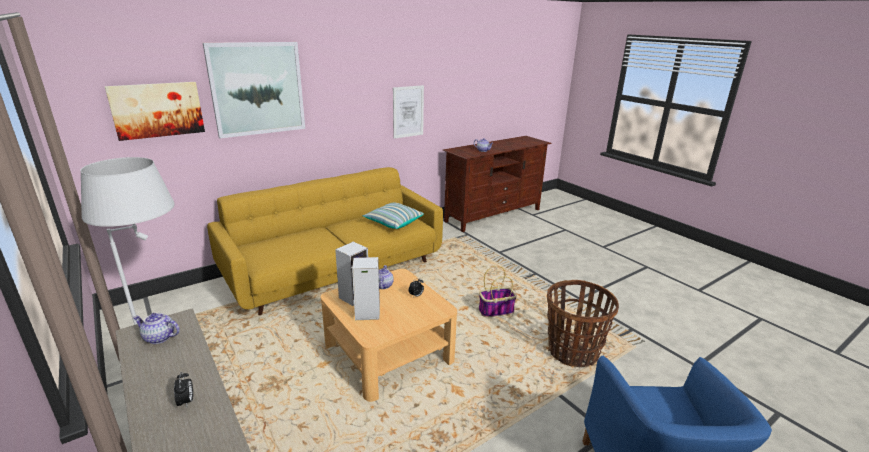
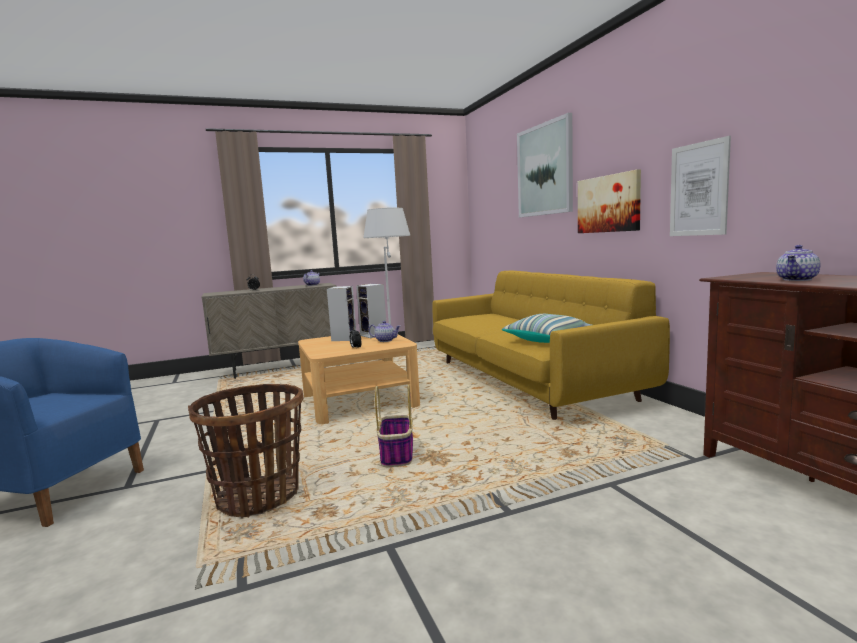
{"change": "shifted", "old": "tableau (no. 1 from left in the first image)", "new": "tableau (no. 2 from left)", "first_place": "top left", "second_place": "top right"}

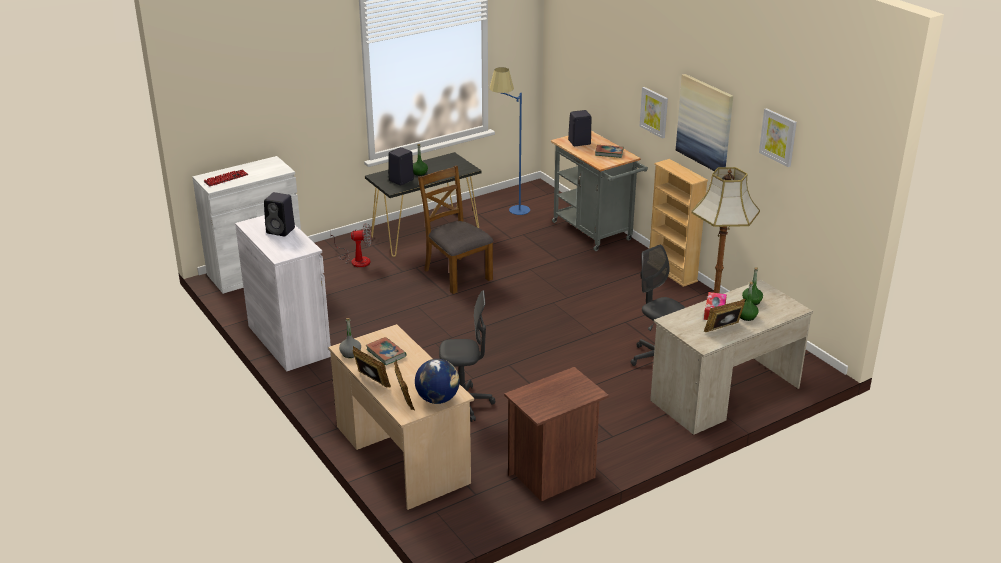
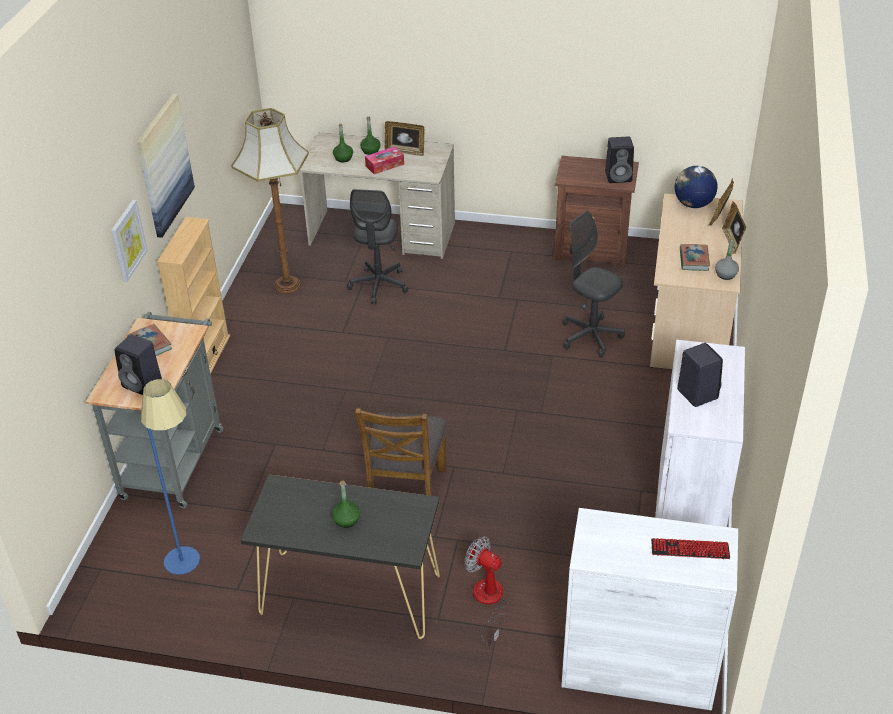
{"change": "shifted", "old": "enceinte/noir (no. 2 from left)", "first_place": "top centre", "second_place": "top right"}
{"change": "gone", "old": "tableau (no. 3 from left)", "first_place": "top right"}

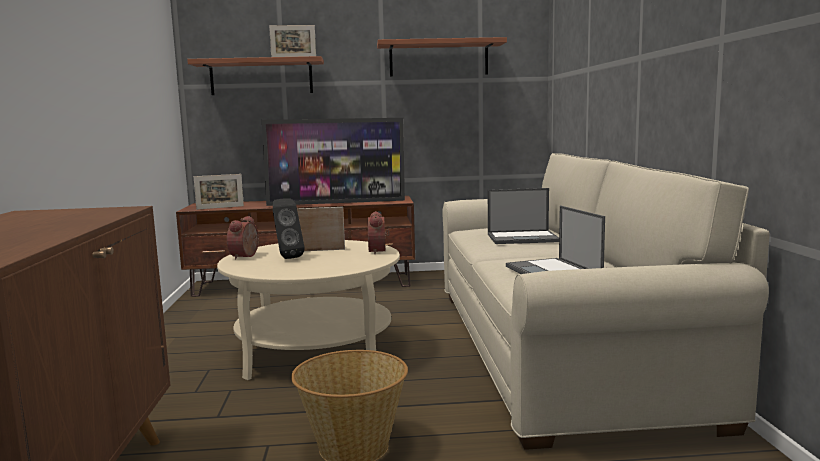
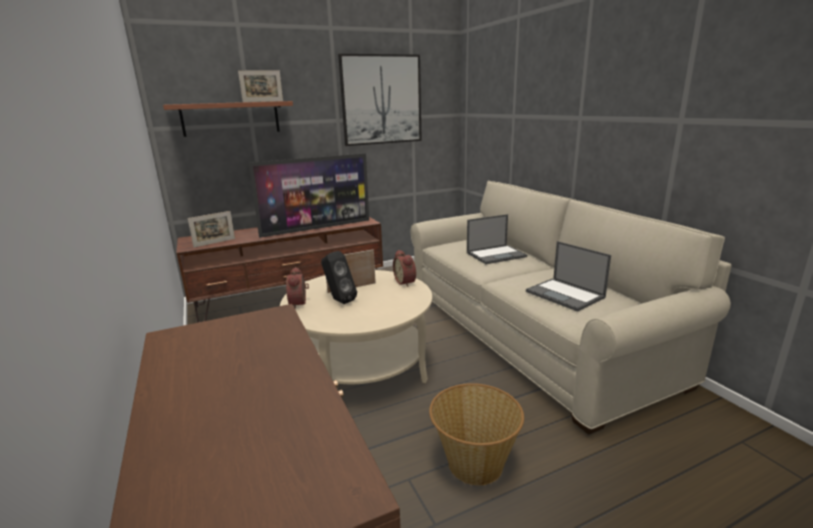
{"change": "swapped", "old": "étagère (no. 2 from left)", "new": "tableau", "first_place": "top centre", "second_place": "top centre"}

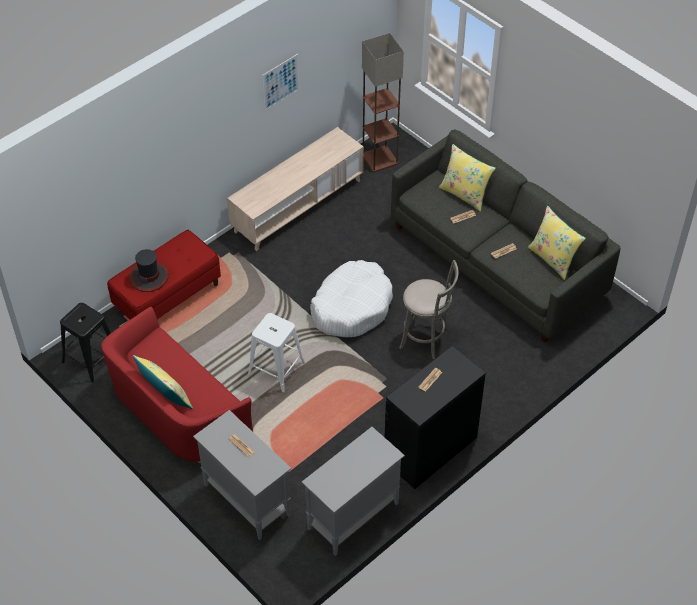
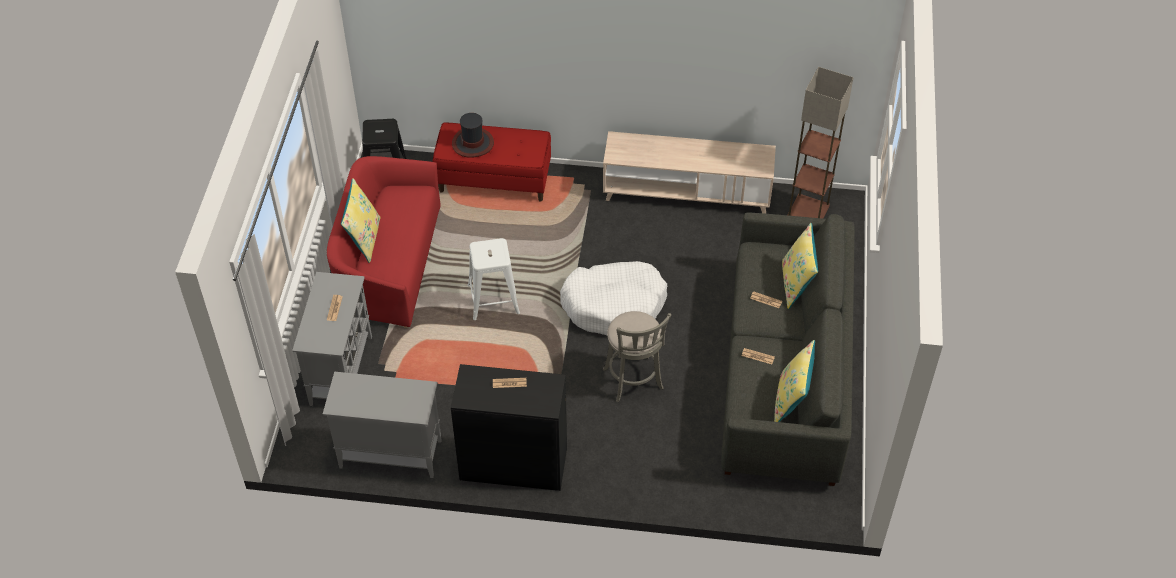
{"change": "gone", "old": "tableau", "first_place": "top centre"}

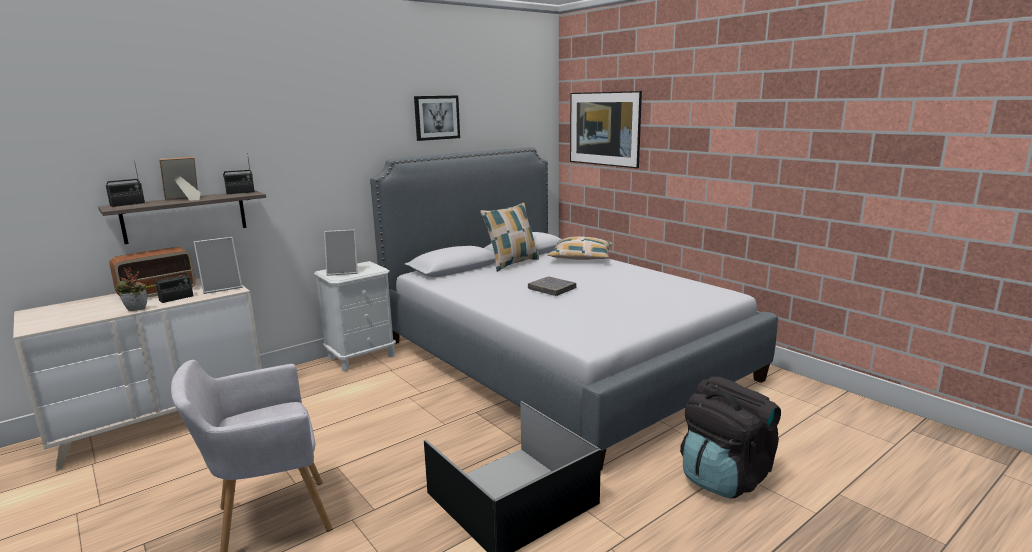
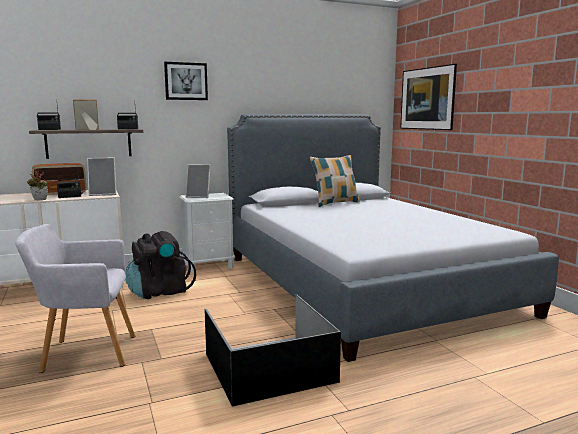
{"change": "shifted", "old": "tableau (no. 1 from left)", "first_place": "top centre", "second_place": "top left"}
{"change": "gone", "old": "livre/gris", "first_place": "centre"}
{"change": "gone", "old": "coussin (no. 2 from left)", "first_place": "centre"}
{"change": "shifted", "old": "sac à dos/noir", "first_place": "bottom right", "second_place": "middle left"}

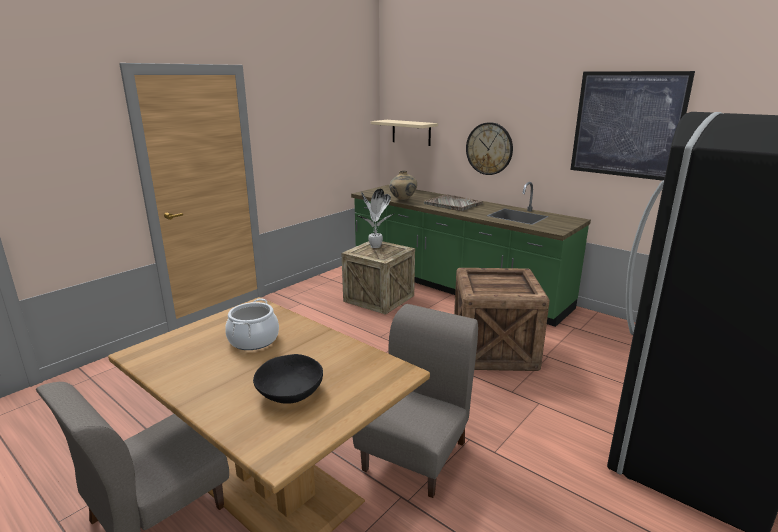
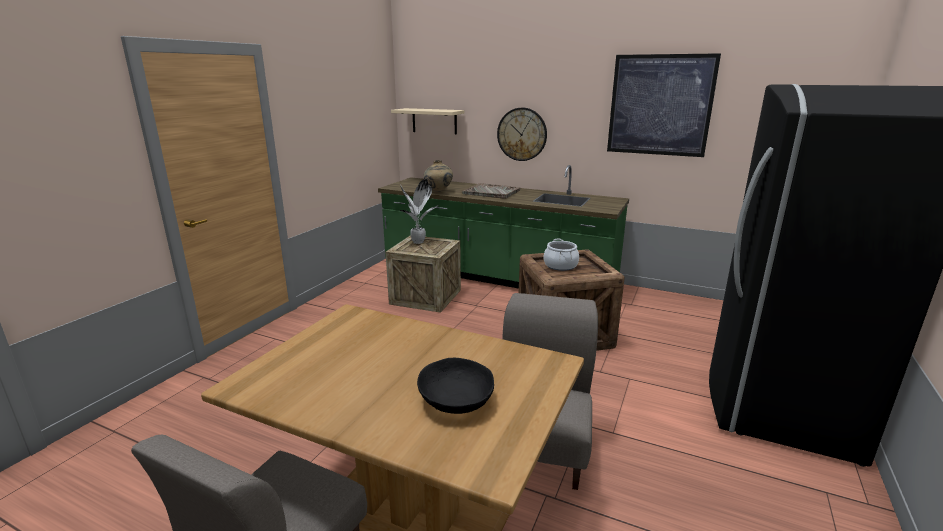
{"change": "shifted", "old": "marmite", "first_place": "middle left", "second_place": "centre"}

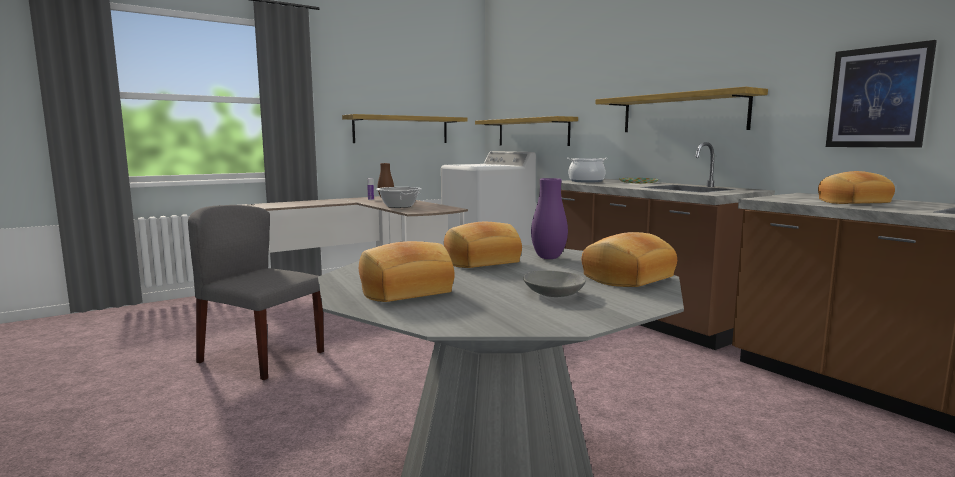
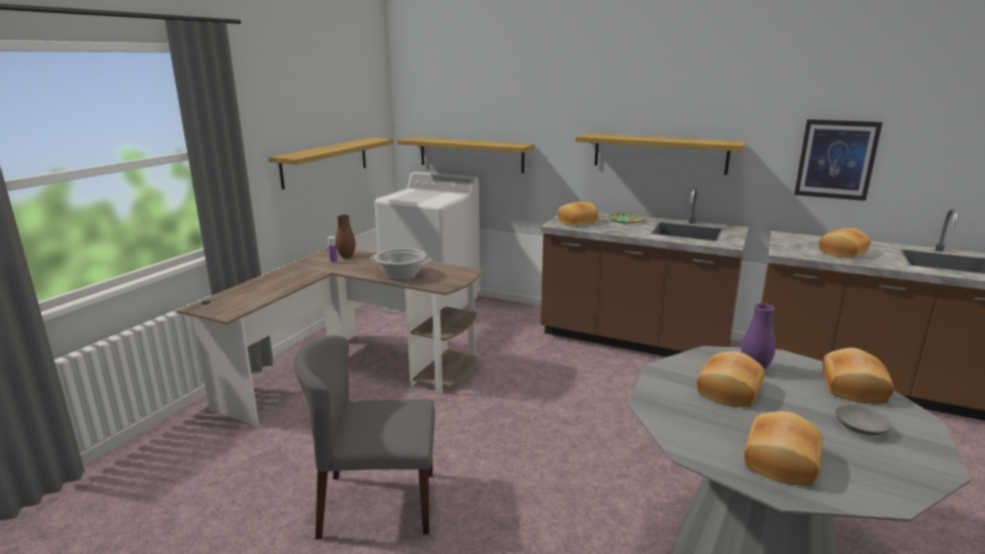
{"change": "swapped", "old": "marmite (no. 2 from left)", "new": "pain (no. 1 from left)", "first_place": "centre", "second_place": "centre"}

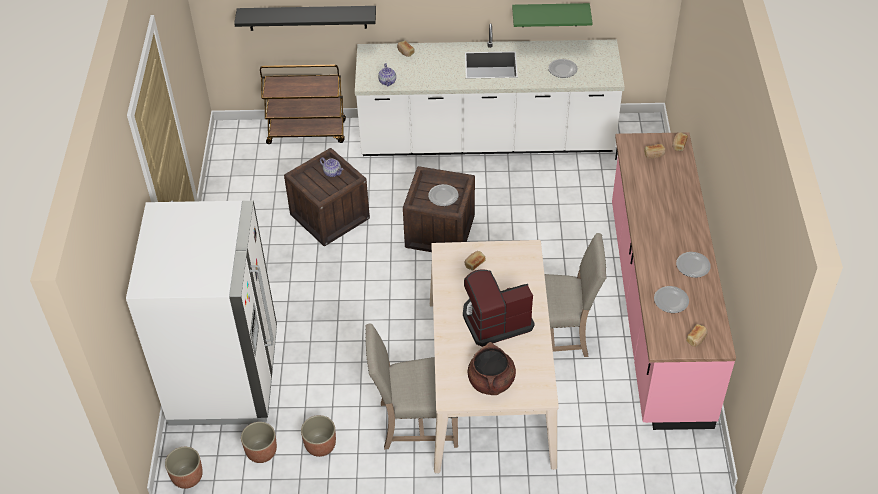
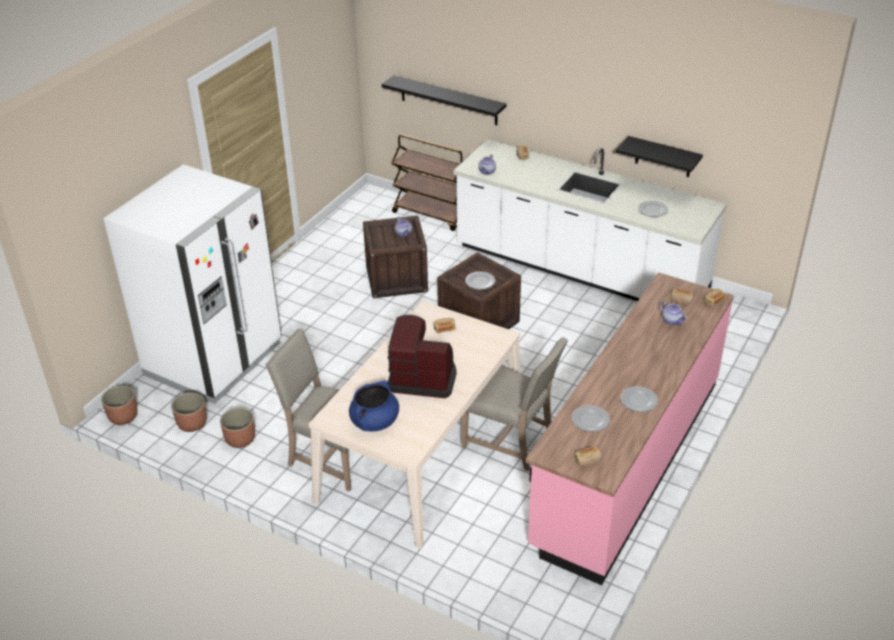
{"change": "repainted", "old": "marmite/marron", "new": "marmite/bleu", "first_place": "bottom centre", "second_place": "centre"}
{"change": "repainted", "old": "étagère/vert", "new": "étagère/noir (no. 2 from left)", "first_place": "top centre", "second_place": "top right"}
{"change": "new", "new": "théière (no. 3 from left)", "second_place": "middle right"}

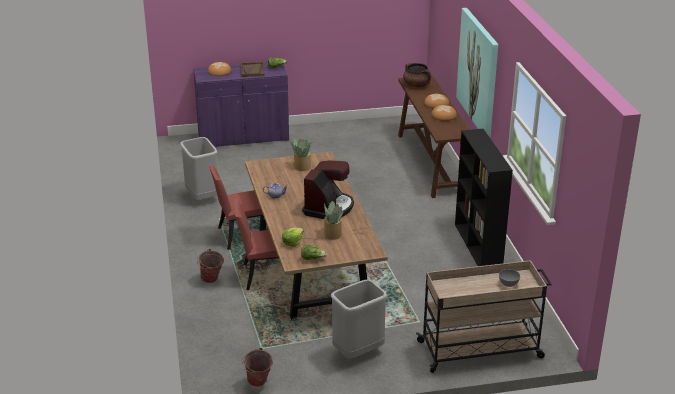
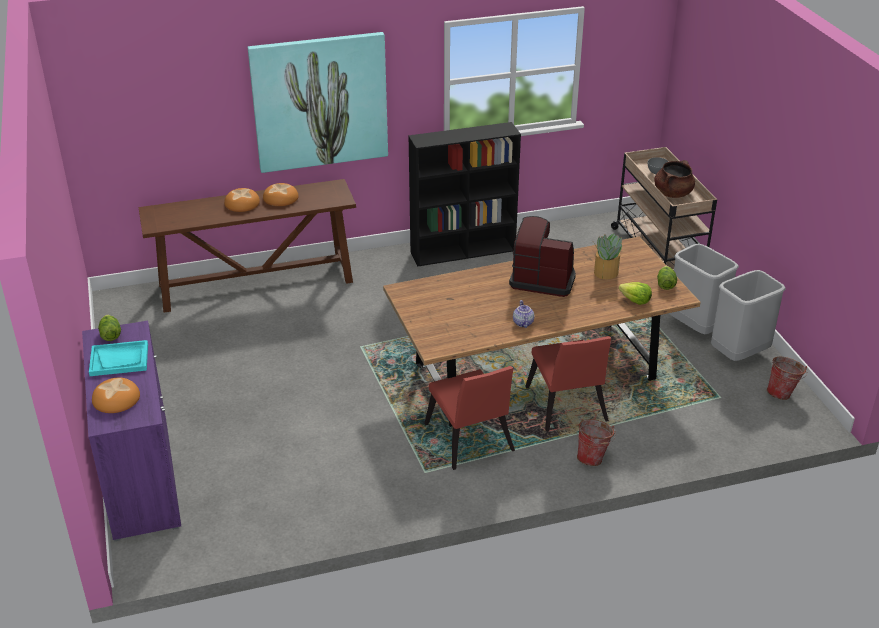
{"change": "shifted", "old": "poubelle/gris (no. 1 from left in the first image)", "new": "poubelle/gris (no. 2 from left)", "first_place": "middle left", "second_place": "middle right"}
{"change": "repainted", "old": "plateau/marron", "new": "plateau/turquoise", "first_place": "top centre", "second_place": "middle left"}
{"change": "gone", "old": "plante en pot (no. 1 from left)", "first_place": "centre"}
{"change": "shifted", "old": "marmite/marron", "first_place": "top centre", "second_place": "top right"}

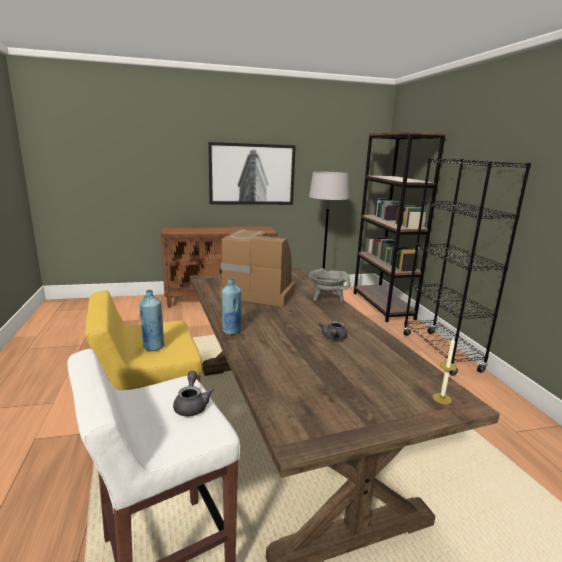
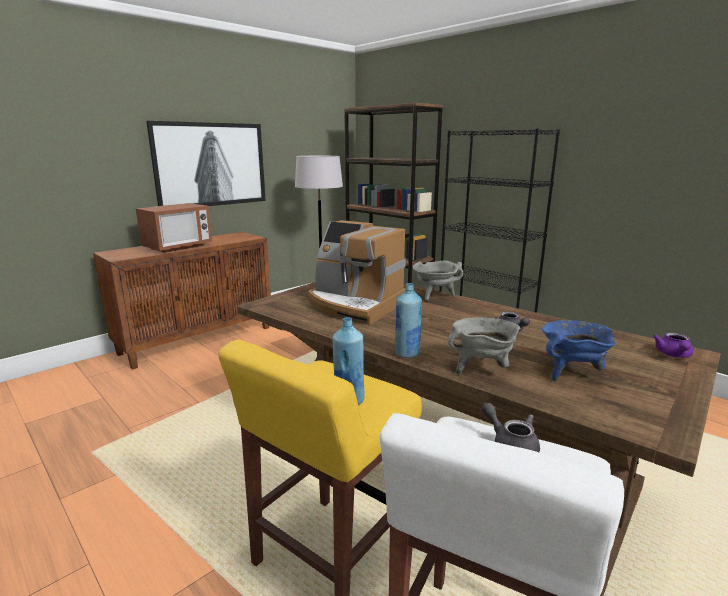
{"change": "rotated", "old": "machine à café", "first_place": "centre", "second_place": "centre", "degrees": -135}
{"change": "swapped", "old": "bougie", "new": "théière/violet", "first_place": "middle right", "second_place": "middle right"}
{"change": "new", "new": "micro-ondes", "second_place": "middle left"}
{"change": "new", "new": "marmite/gris (no. 2 from left)", "second_place": "centre"}
{"change": "new", "new": "marmite/bleu", "second_place": "middle right"}

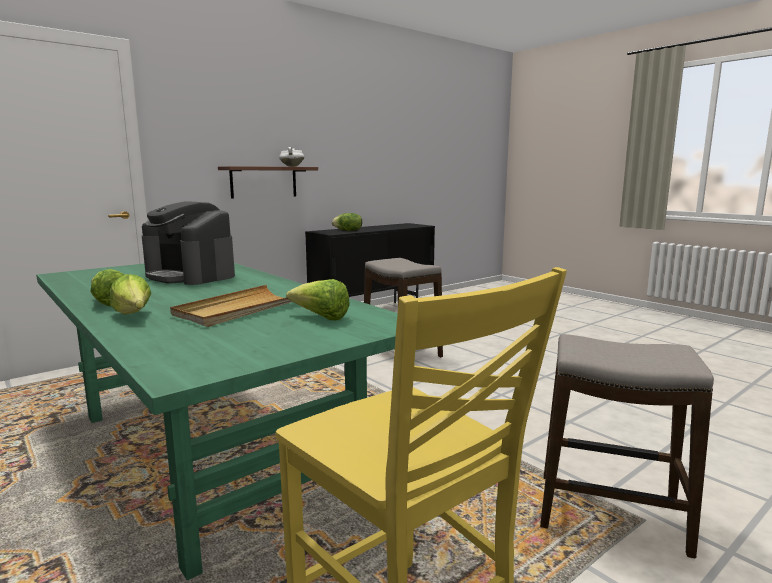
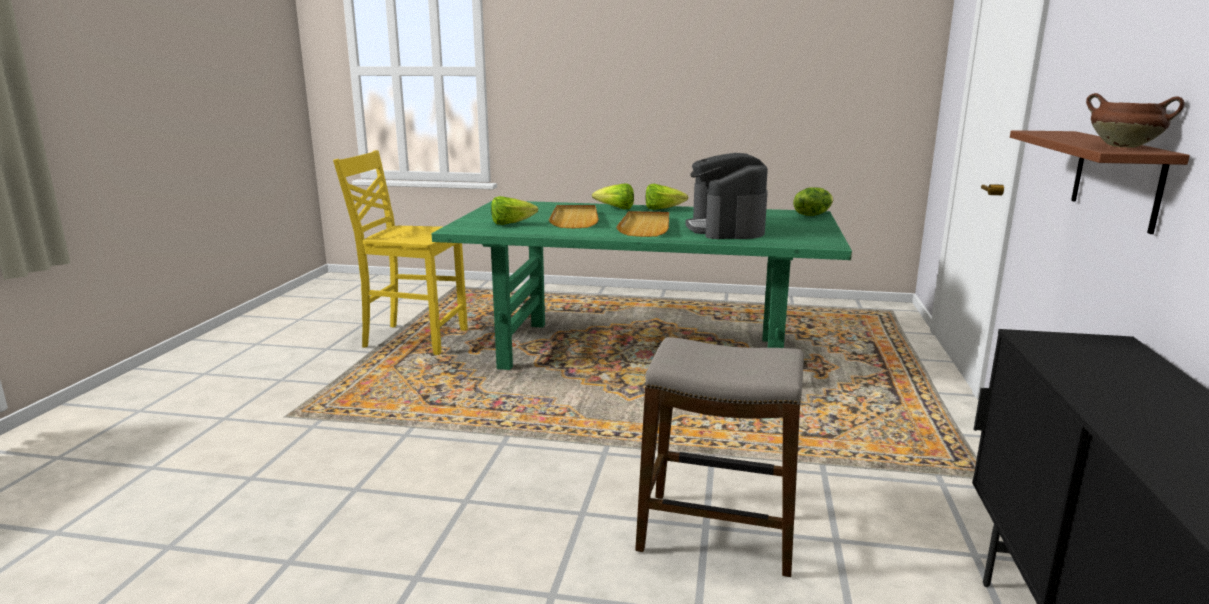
{"change": "rotated", "old": "machine à café", "first_place": "middle left", "second_place": "top centre", "degrees": -90}
{"change": "repainted", "old": "marmite/blanc", "new": "marmite/marron", "first_place": "top centre", "second_place": "top right"}
{"change": "shifted", "old": "laitue (no. 4 from left)", "first_place": "centre", "second_place": "top right"}
{"change": "gone", "old": "tabouret (no. 2 from left)", "first_place": "bottom right"}
{"change": "new", "new": "plateau/beige (no. 2 from left)", "second_place": "centre"}

